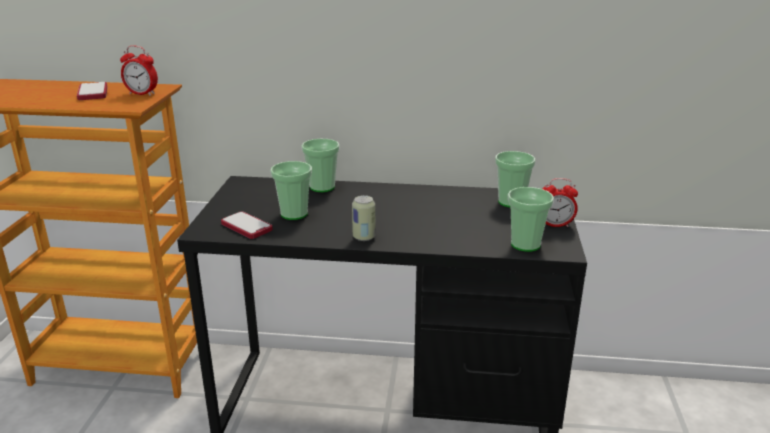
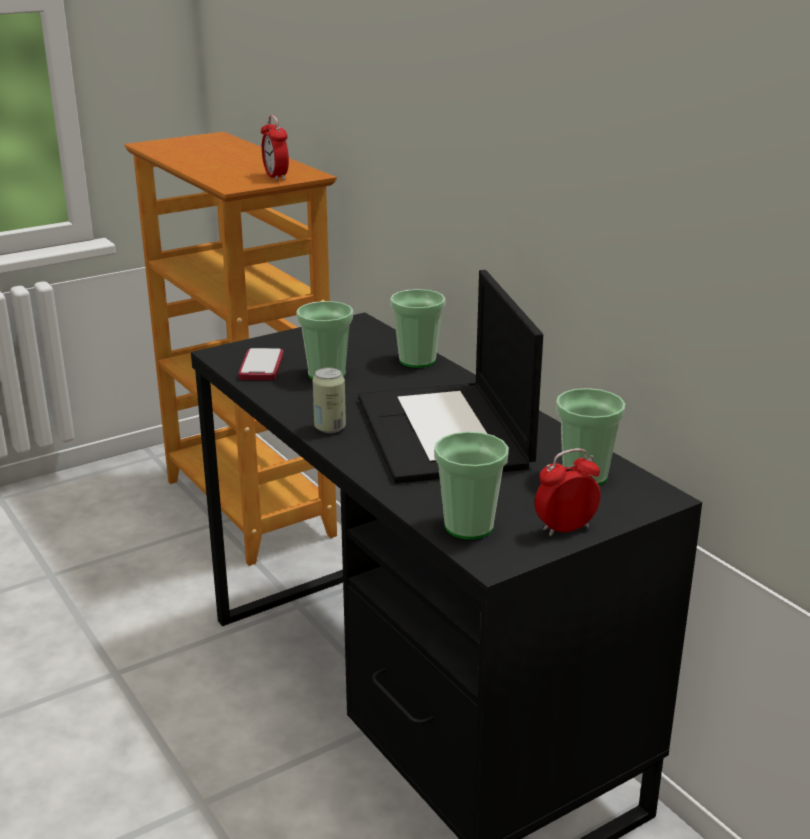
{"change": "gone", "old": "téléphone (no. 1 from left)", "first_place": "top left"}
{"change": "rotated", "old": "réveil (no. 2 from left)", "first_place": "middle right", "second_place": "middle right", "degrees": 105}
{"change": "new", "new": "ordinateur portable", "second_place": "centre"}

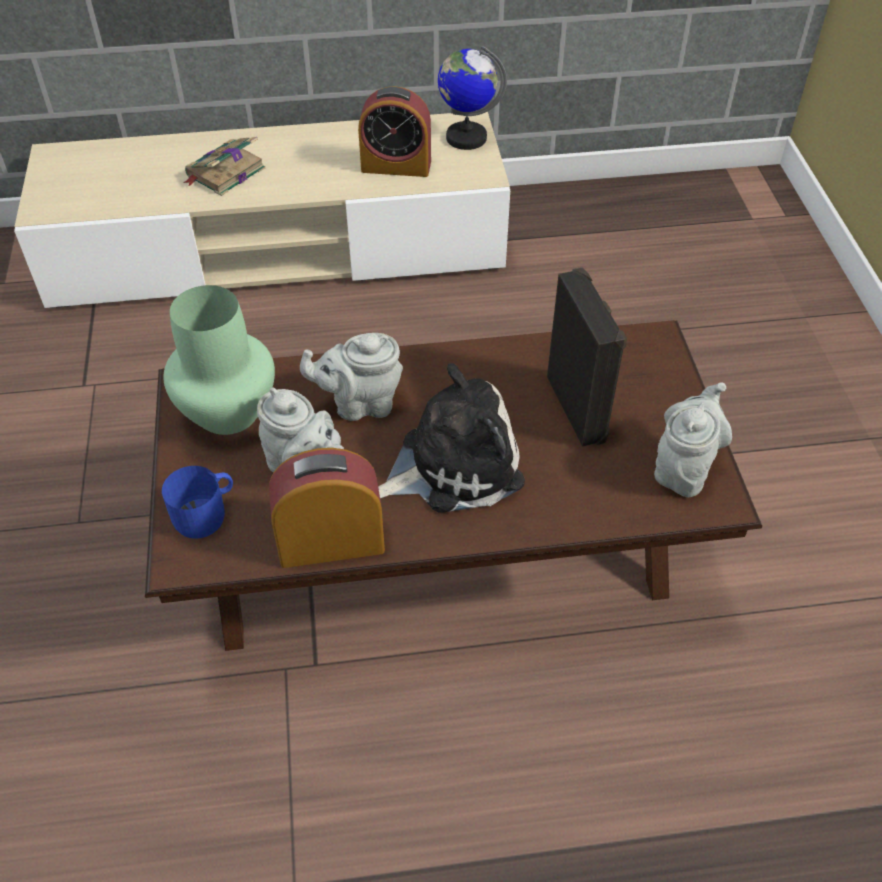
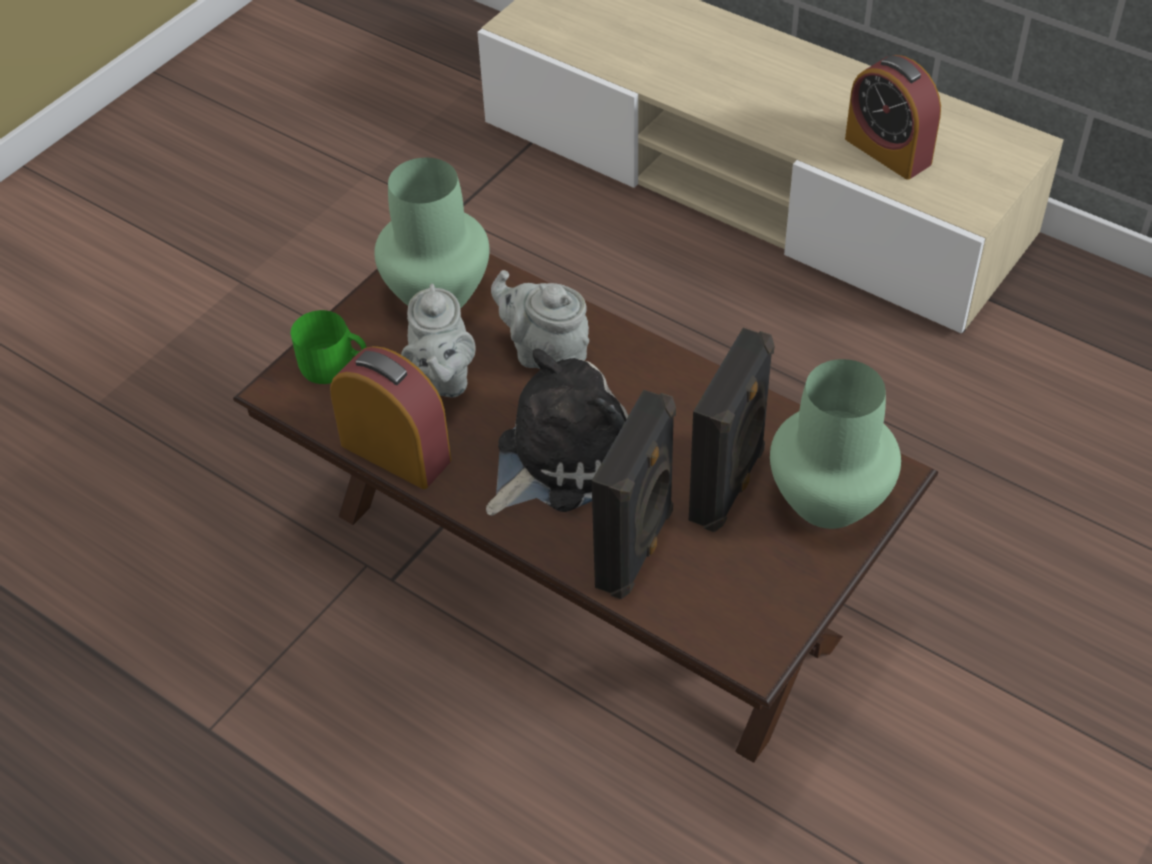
{"change": "repainted", "old": "mug/bleu", "new": "mug/vert", "first_place": "middle left", "second_place": "middle left"}
{"change": "gone", "old": "livre", "first_place": "top left"}
{"change": "rotated", "old": "peluche", "first_place": "centre", "second_place": "centre", "degrees": -60}
{"change": "gone", "old": "globe", "first_place": "top centre"}
{"change": "gone", "old": "théière/gris (no. 3 from left)", "first_place": "middle right"}
{"change": "new", "new": "enceinte/noir (no. 1 from left)", "second_place": "centre"}
{"change": "new", "new": "vase/vert (no. 2 from left)", "second_place": "middle right"}

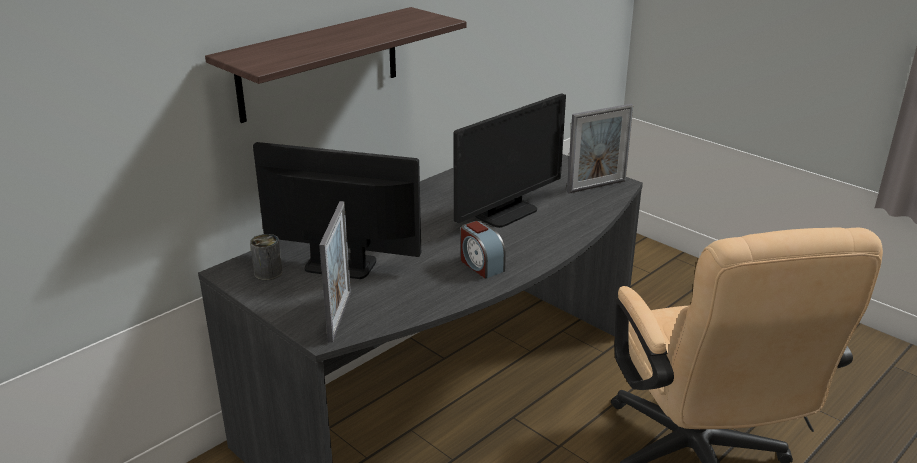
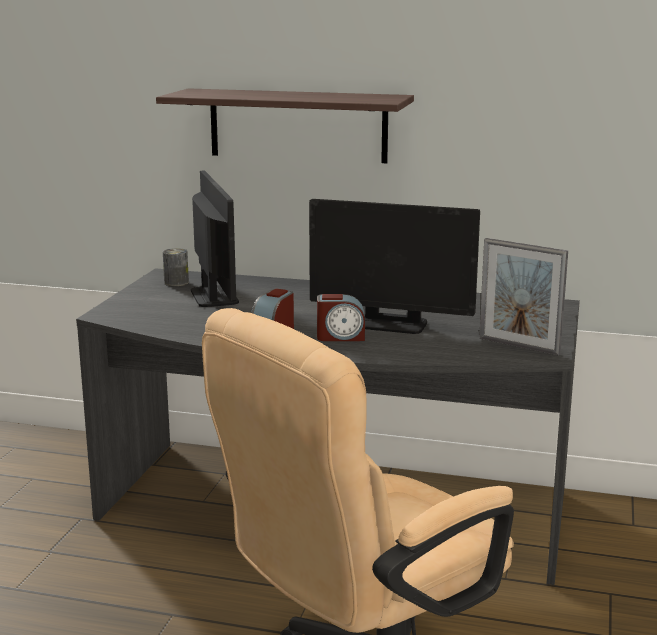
{"change": "gone", "old": "cadre photo (no. 1 from left)", "first_place": "centre"}
{"change": "new", "new": "réveil (no. 2 from left)", "second_place": "centre"}

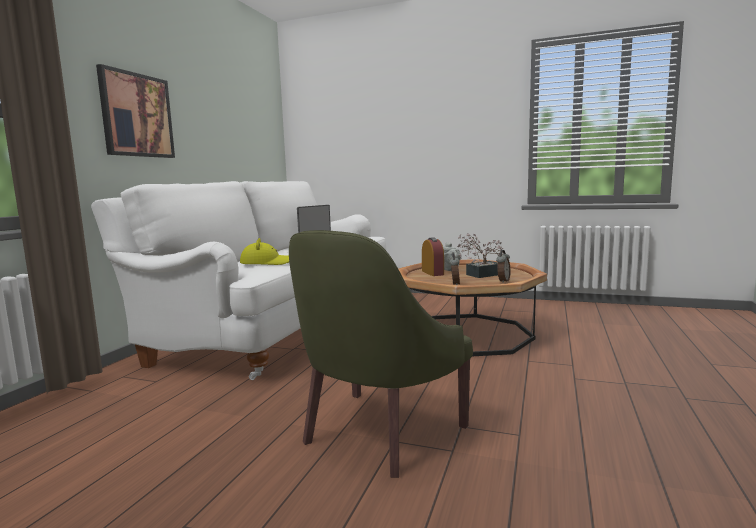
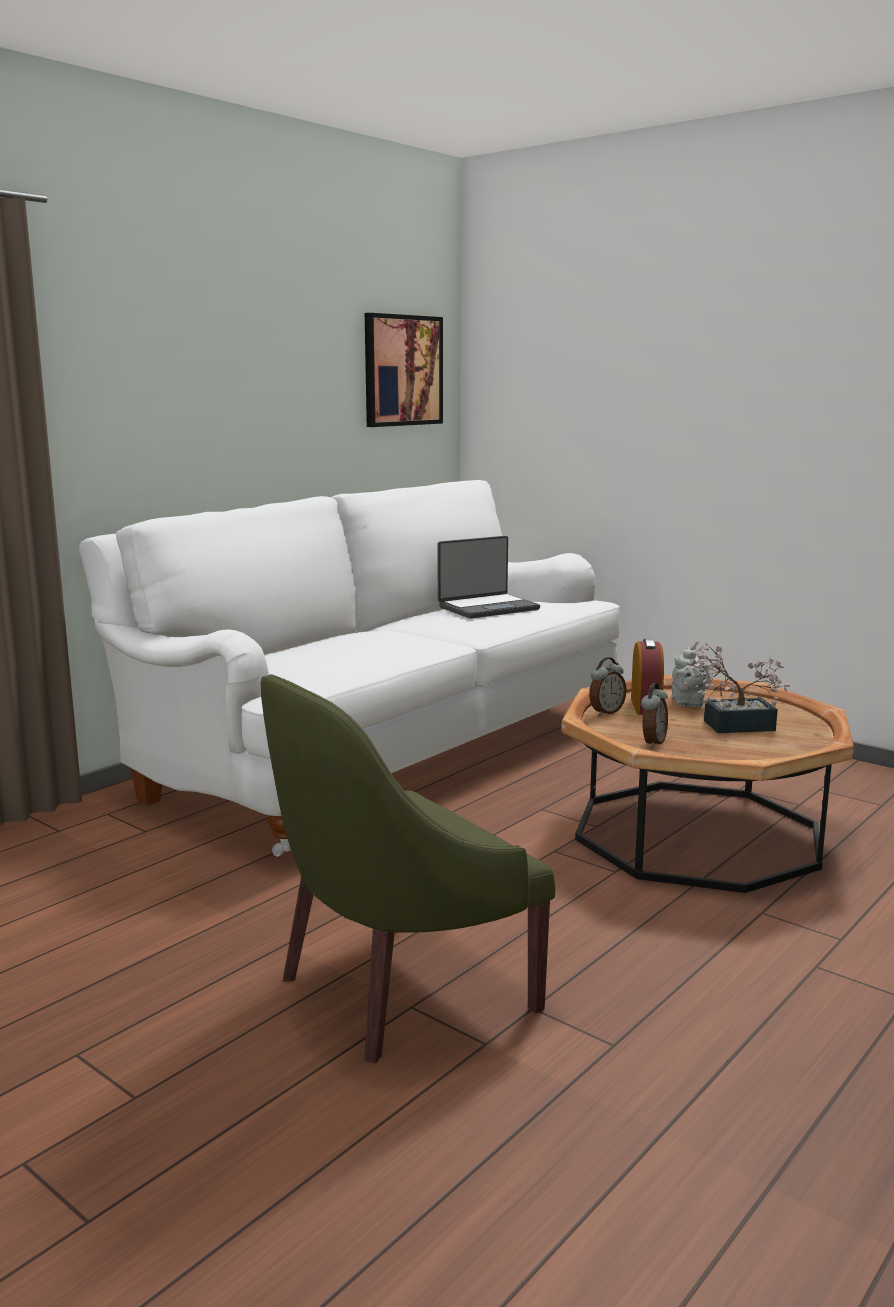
{"change": "shifted", "old": "tableau", "first_place": "top left", "second_place": "top centre"}
{"change": "gone", "old": "chapeau/jaune", "first_place": "centre"}
{"change": "shifted", "old": "réveil (no. 3 from left in the first image)", "new": "réveil (no. 1 from left)", "first_place": "centre", "second_place": "middle right"}

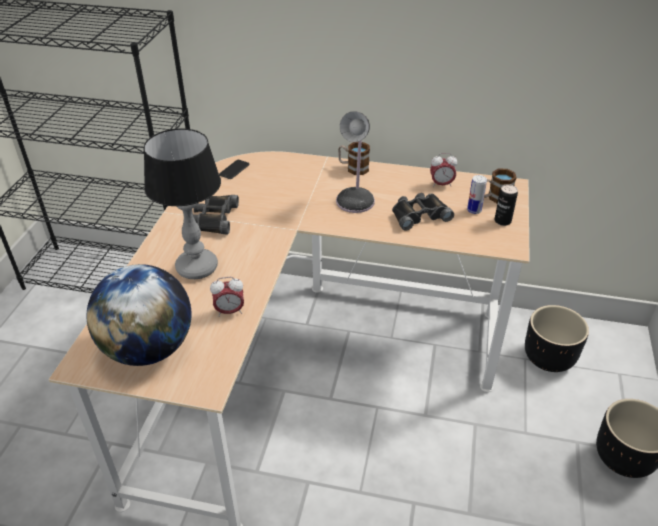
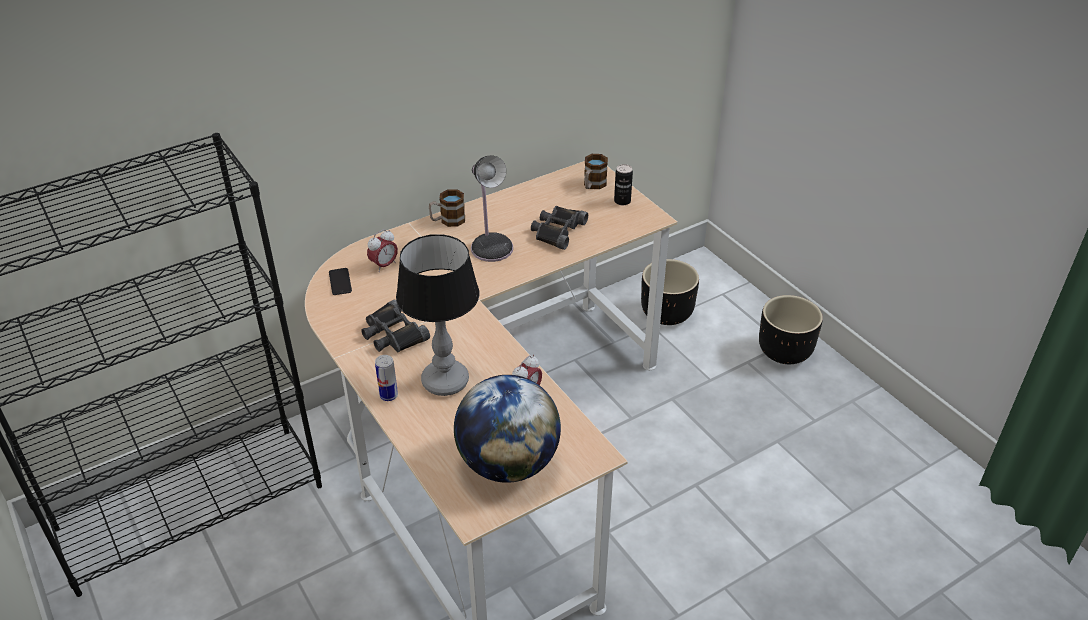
{"change": "shifted", "old": "réveil (no. 2 from left in the first image)", "new": "réveil (no. 1 from left)", "first_place": "top right", "second_place": "centre"}
{"change": "shifted", "old": "boîte métallique (no. 1 from left)", "first_place": "middle right", "second_place": "centre"}

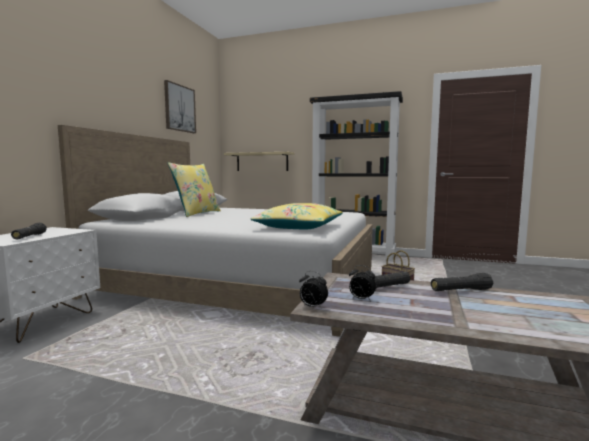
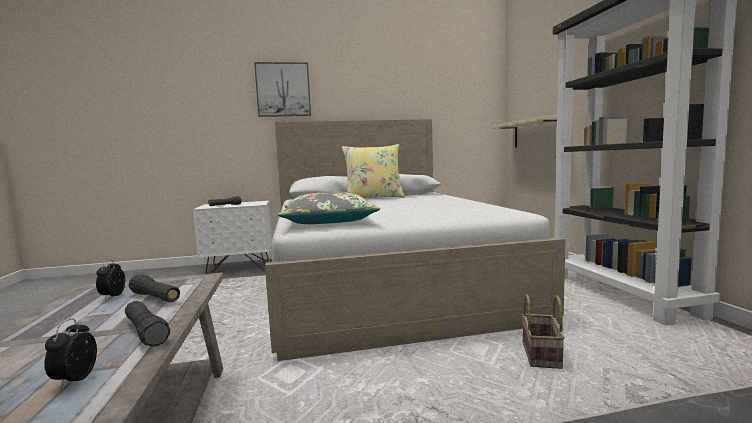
{"change": "shifted", "old": "tableau", "first_place": "top left", "second_place": "top centre"}
{"change": "repainted", "old": "coussin/jaune (no. 2 from left)", "new": "coussin/gris", "first_place": "centre", "second_place": "centre"}
{"change": "shifted", "old": "réveil (no. 1 from left)", "first_place": "centre", "second_place": "bottom left"}

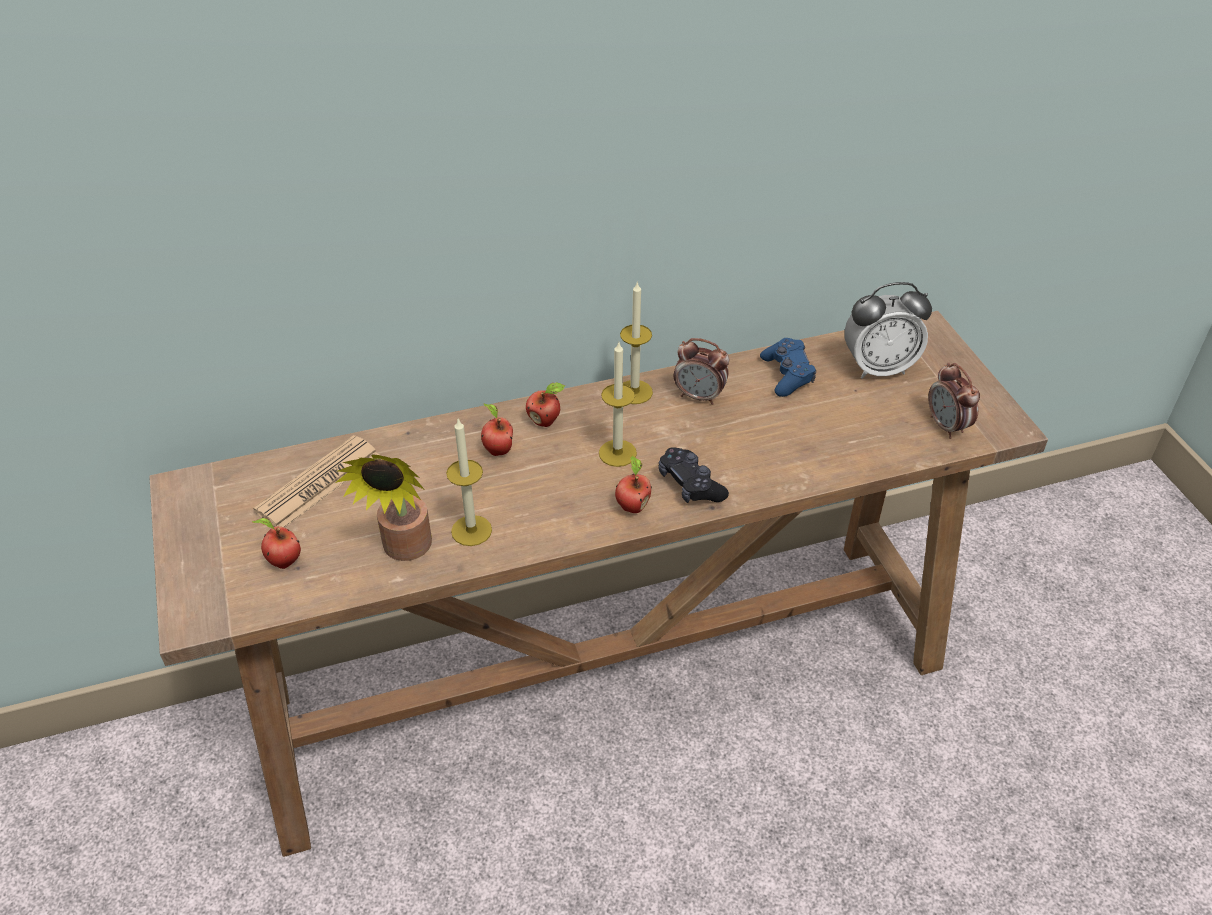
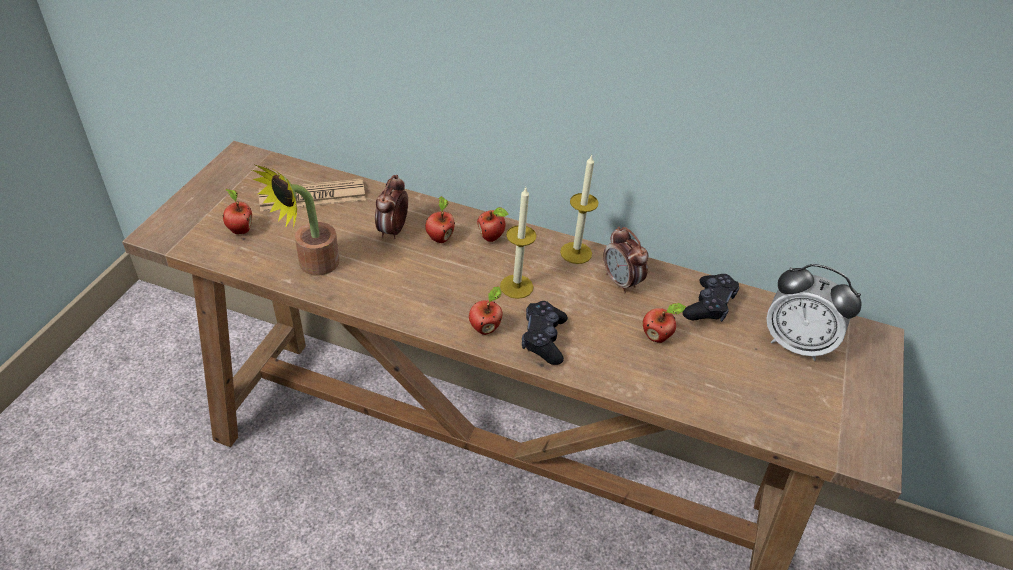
{"change": "gone", "old": "bougie (no. 1 from left)", "first_place": "centre"}
{"change": "repainted", "old": "manette/bleu", "new": "manette/noir (no. 2 from left)", "first_place": "centre", "second_place": "middle right"}
{"change": "shifted", "old": "réveil (no. 3 from left in the first image)", "new": "réveil (no. 1 from left)", "first_place": "middle right", "second_place": "centre"}
{"change": "new", "new": "pomme (no. 5 from left)", "second_place": "centre"}

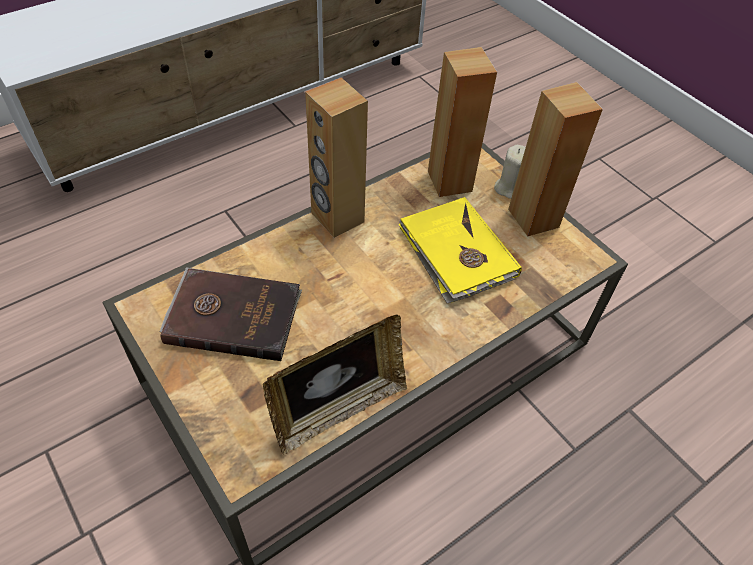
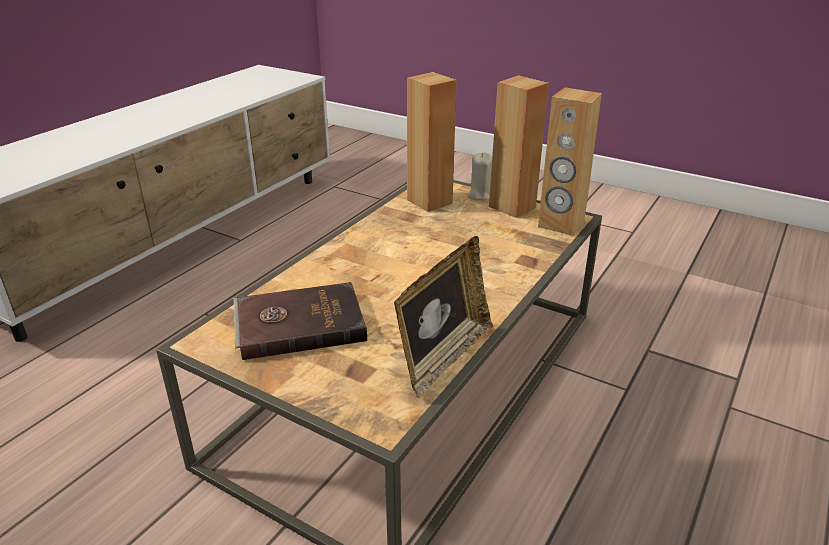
{"change": "shifted", "old": "enceinte/marron (no. 1 from left in the first image)", "new": "enceinte/marron (no. 3 from left)", "first_place": "top centre", "second_place": "top right"}
{"change": "gone", "old": "livre/jaune", "first_place": "centre"}

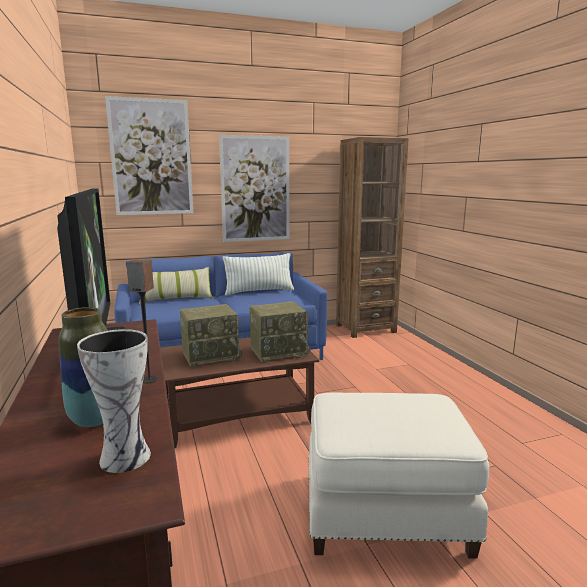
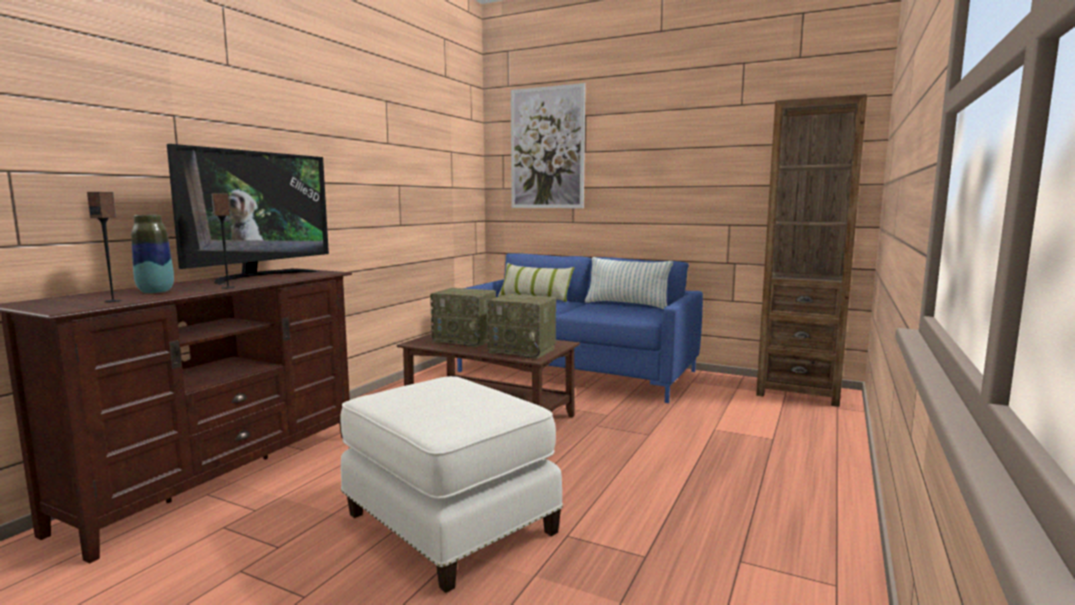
{"change": "swapped", "old": "vase (no. 2 from left)", "new": "enceinte (no. 1 from left)", "first_place": "bottom left", "second_place": "middle left"}
{"change": "gone", "old": "tableau (no. 2 from left)", "first_place": "top centre"}

